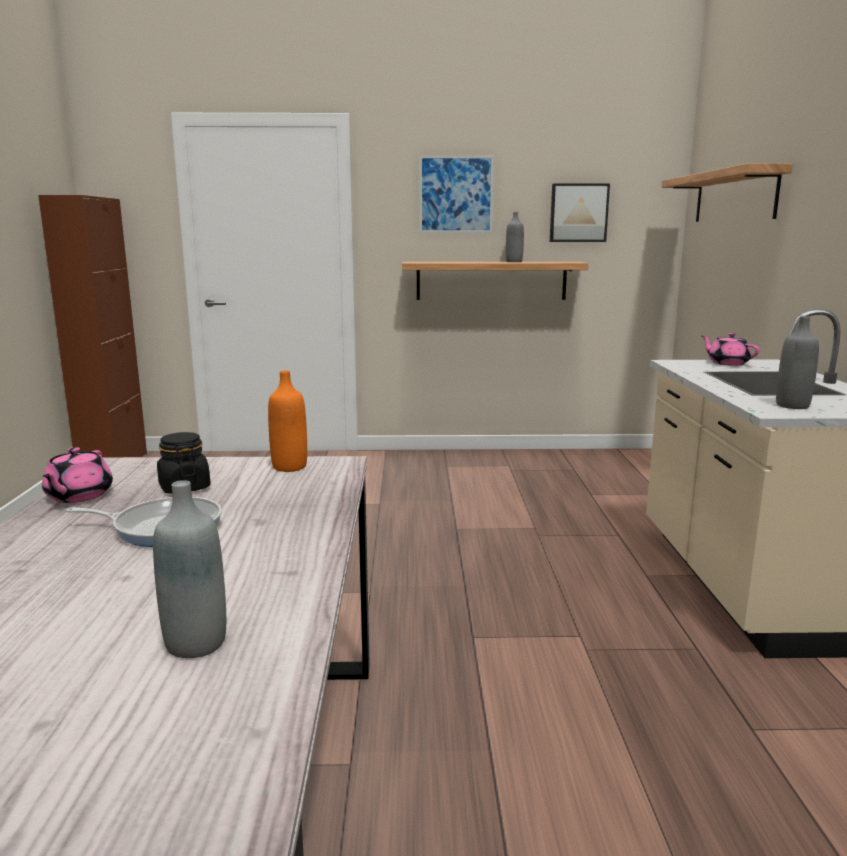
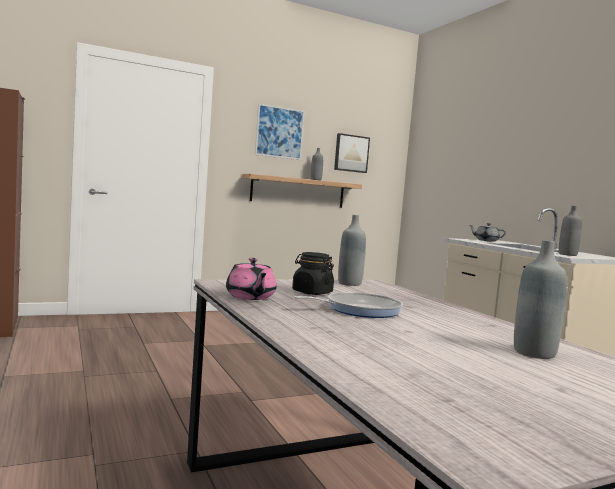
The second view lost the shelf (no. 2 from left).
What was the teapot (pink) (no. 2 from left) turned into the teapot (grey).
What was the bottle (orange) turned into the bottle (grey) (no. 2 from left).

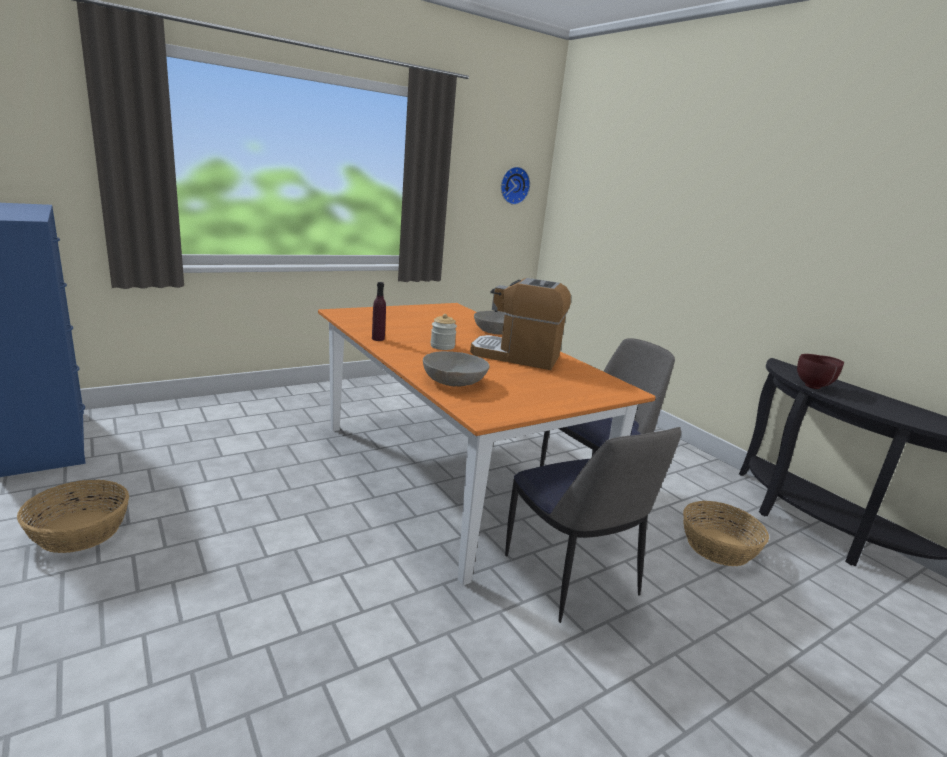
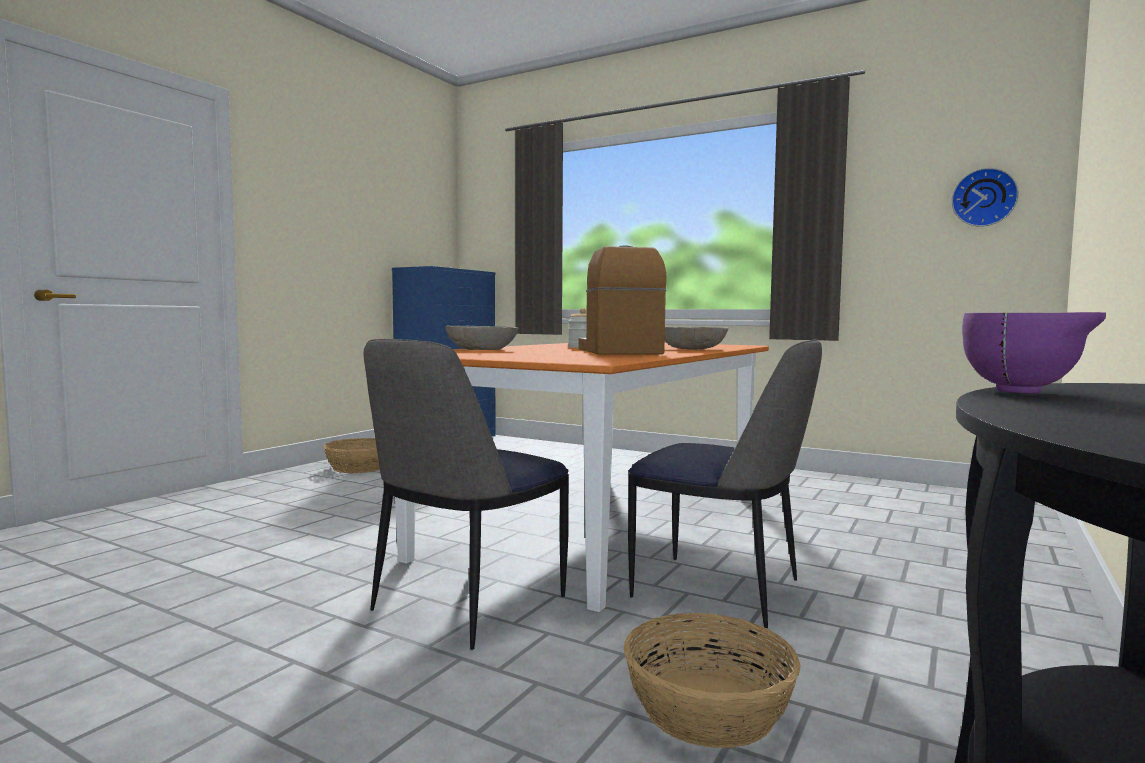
The second view lost the bottle (purple).
What was the bowl (brown) turned into the bowl (purple).

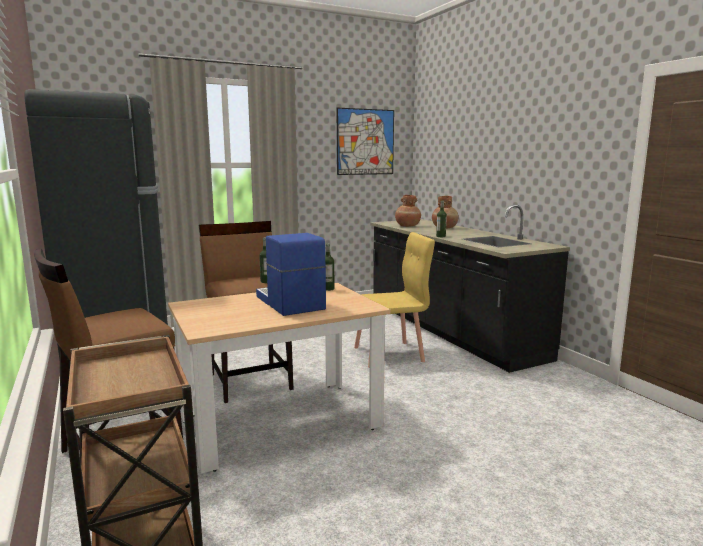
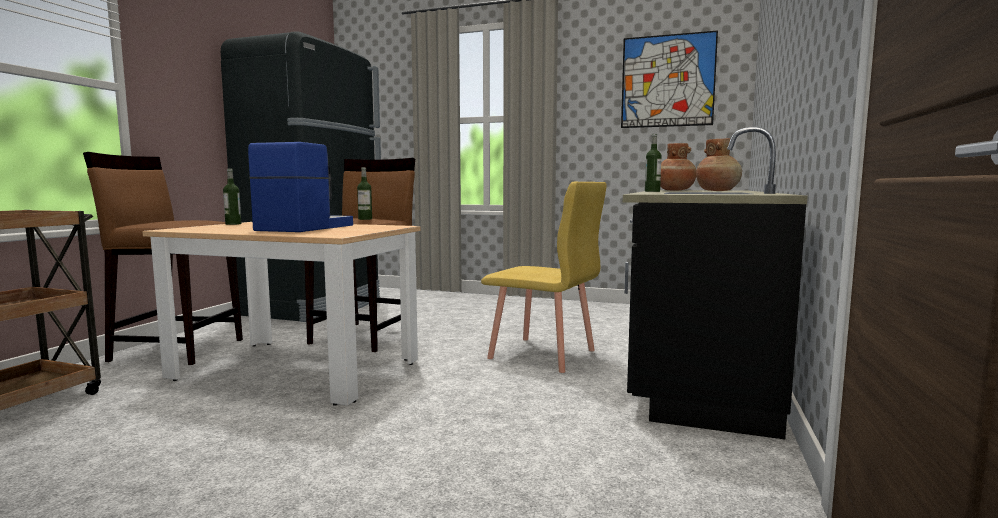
The bottle (no. 2 from left in the first image) ended up elsewhere.

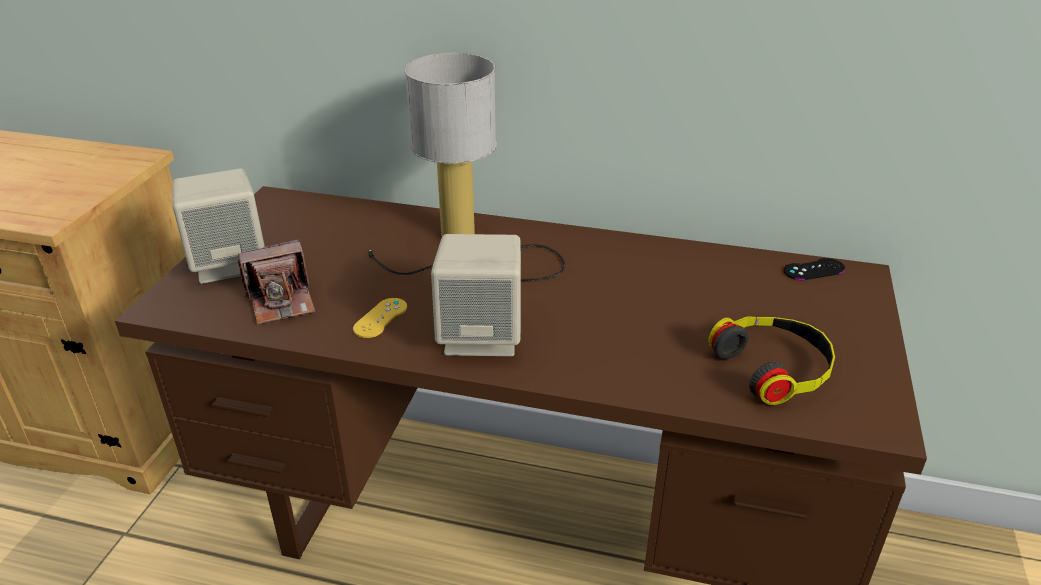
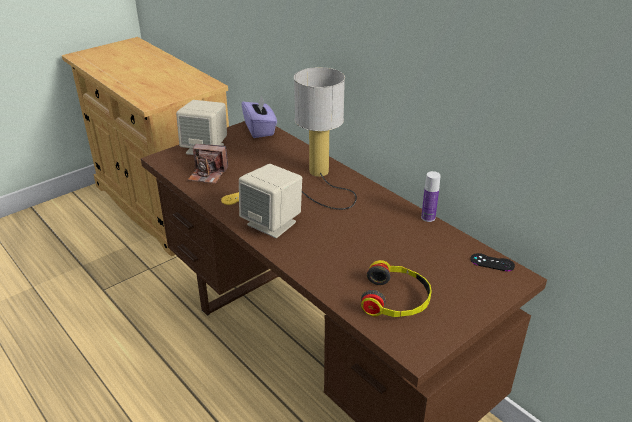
The second view gained the tissue box (purple).
The second view gained the bottle.

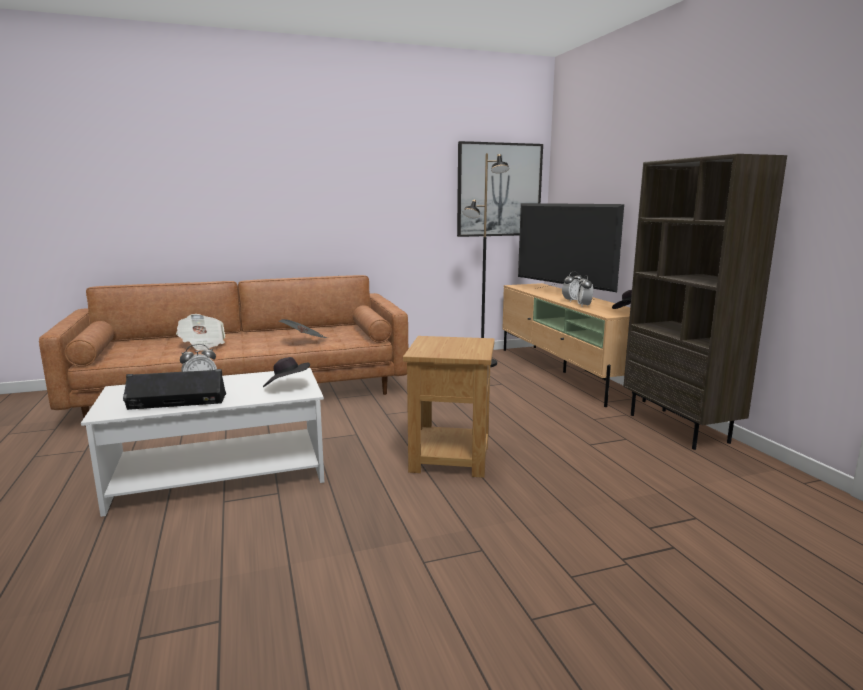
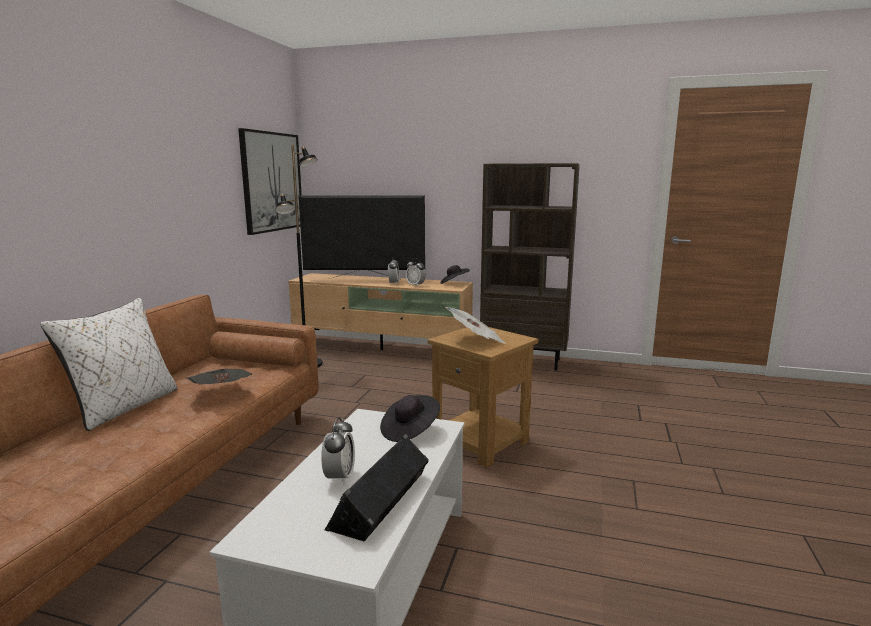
The newspaper (no. 1 from left in the first image) ended up elsewhere.
The second view gained the pillow (white).

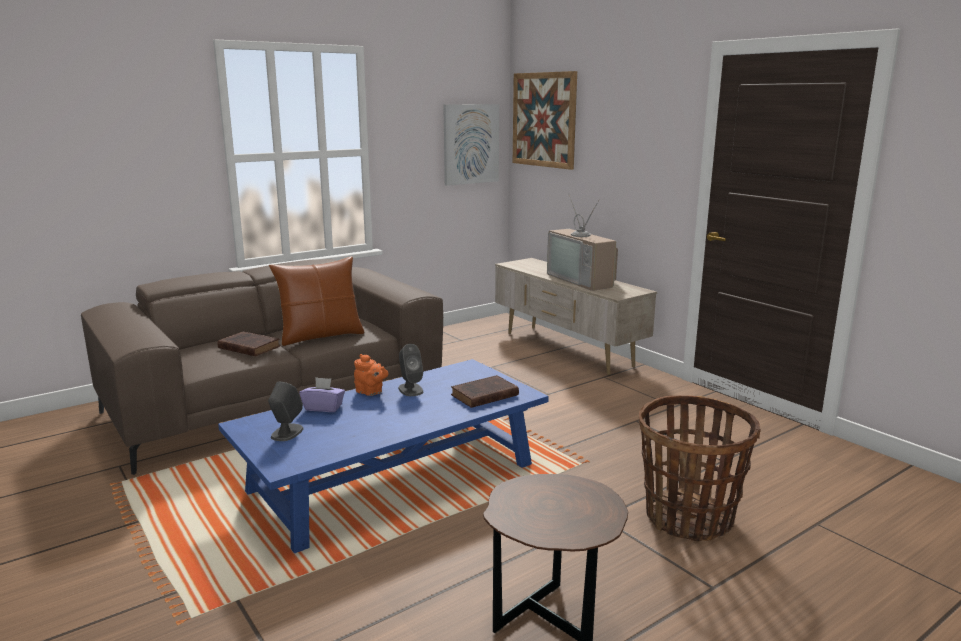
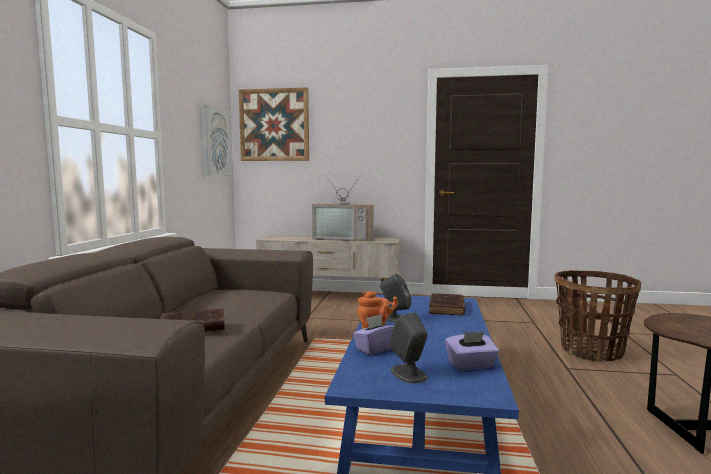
The second view lost the pillow (brown).
The second view gained the tissue box (purple) (no. 2 from left).

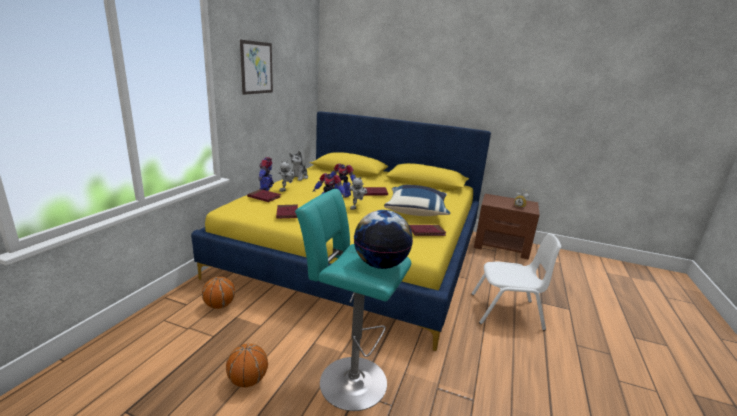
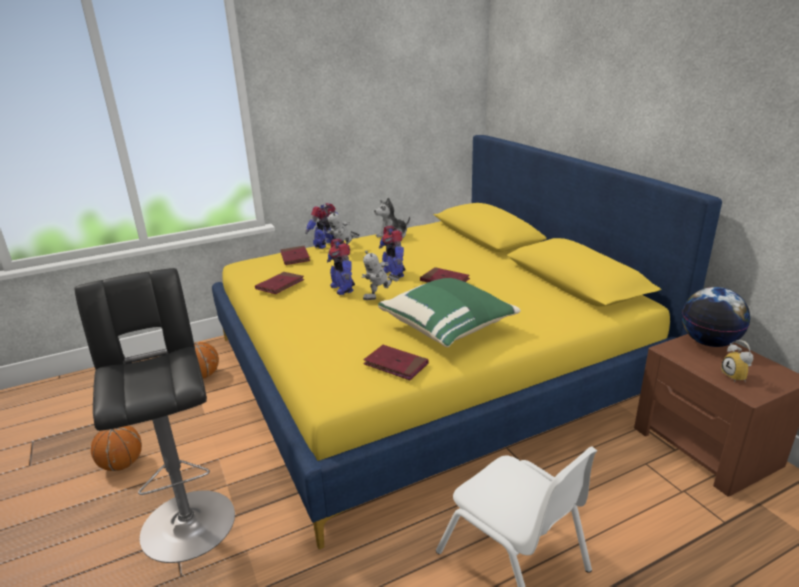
The second view lost the picture.
What was the pillow (blue) turned into the pillow (green).
What was the stool (turquoise) turned into the stool (black).
The globe ended up elsewhere.

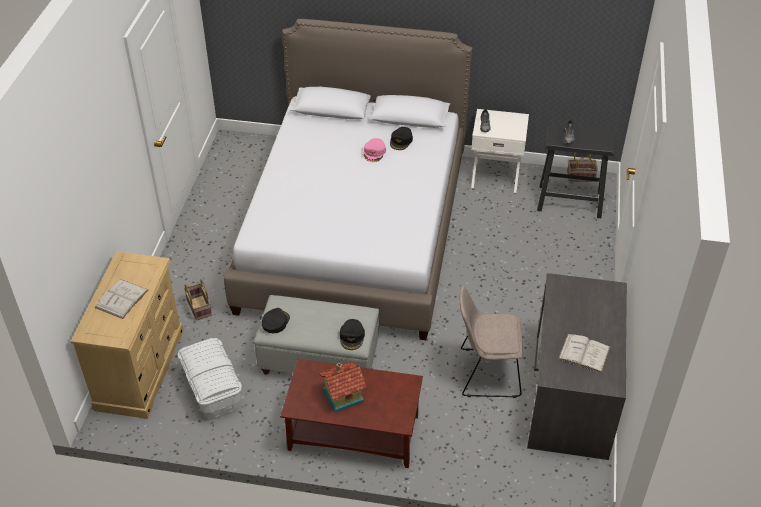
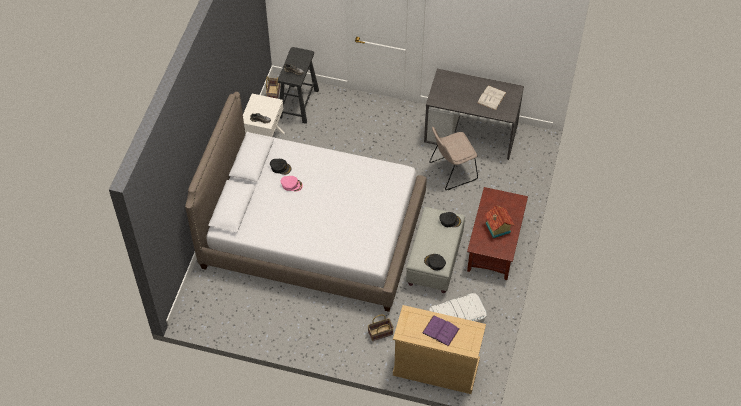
What was the book (white) (no. 1 from left) turned into the book (purple).
The chair (beige) ended up facing another way, 60 degrees clockwise from before.

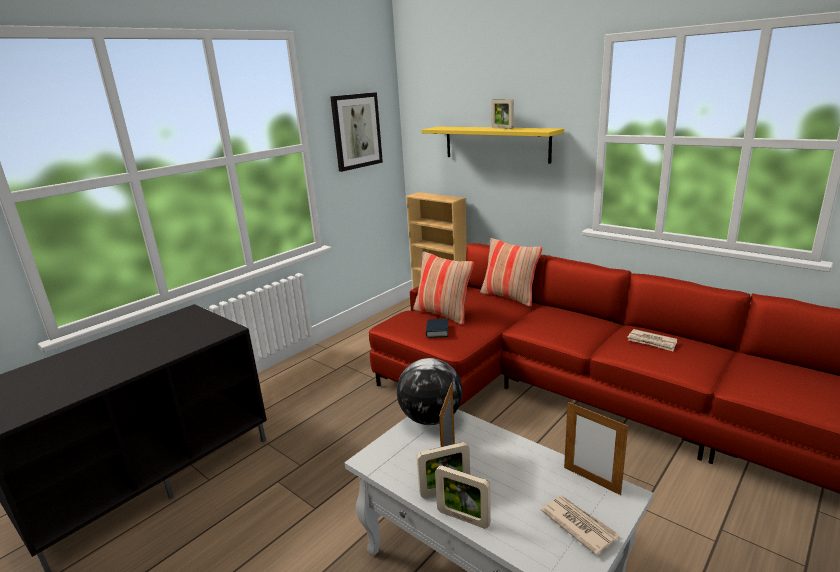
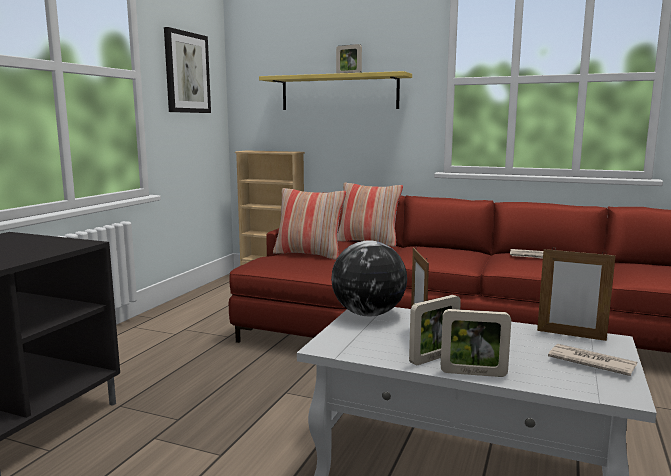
The second view lost the book.

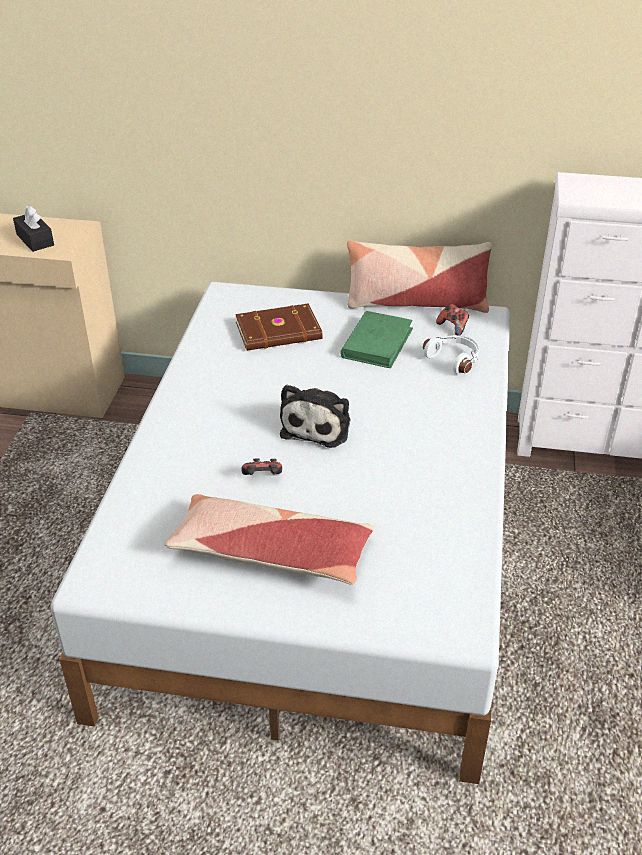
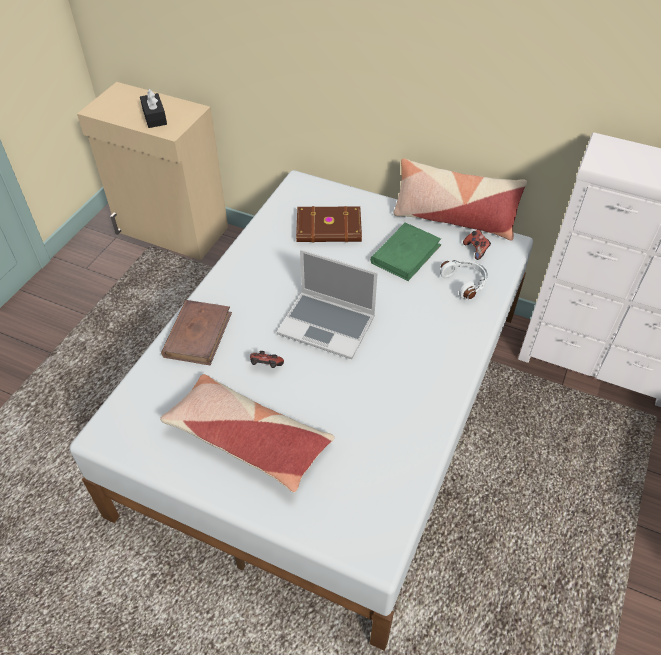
Where the plush toy stood, the laptop came to stand.
The second view gained the book (brown) (no. 1 from left).

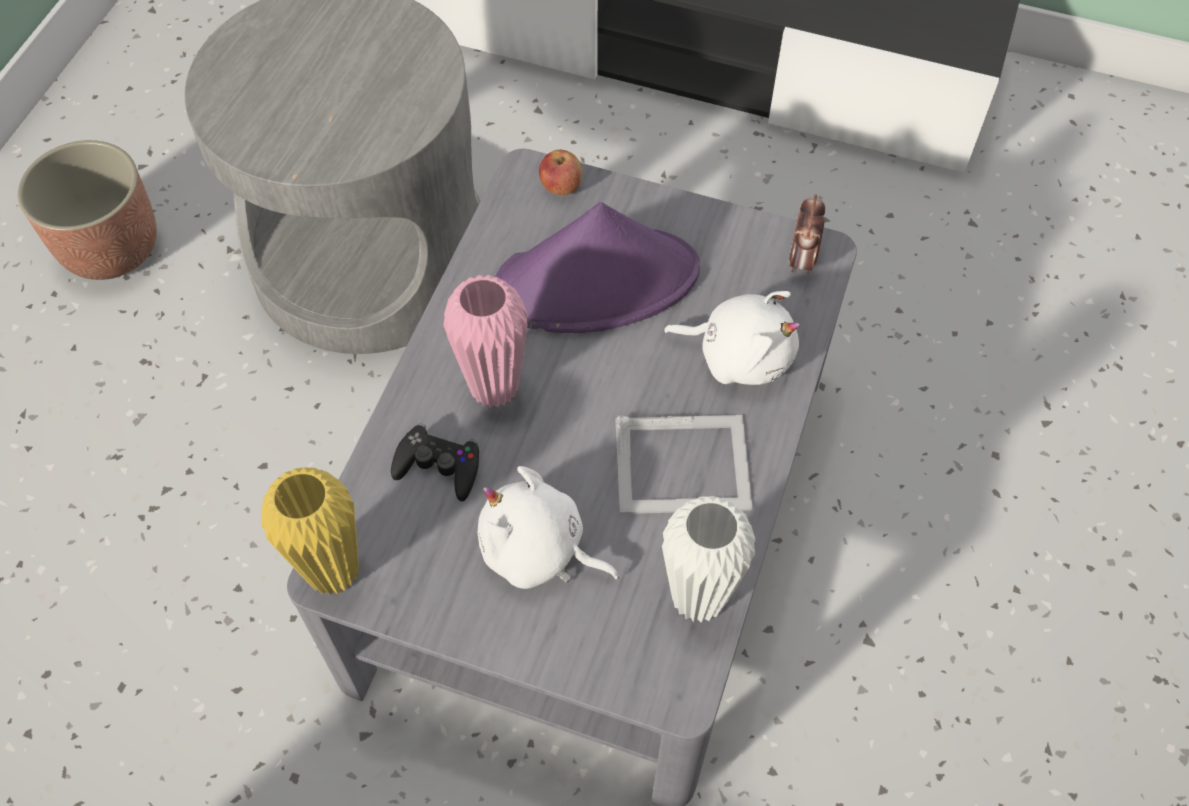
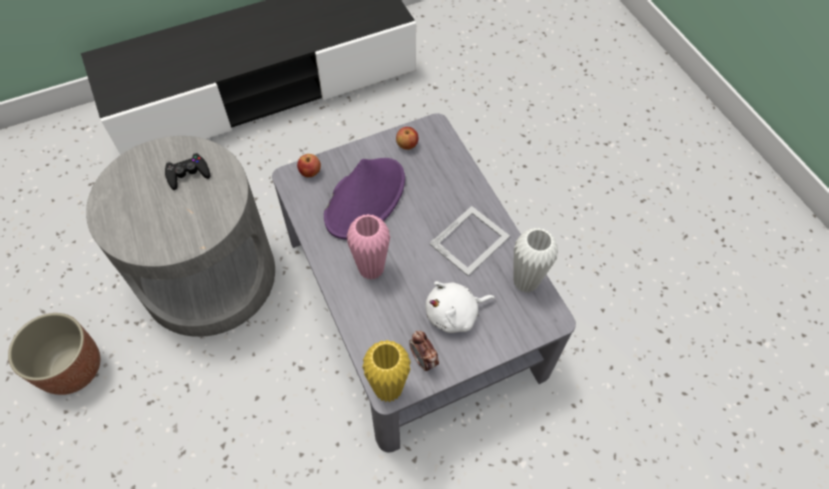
The alarm clock ended up elsewhere.
The second view lost the plush toy (white) (no. 2 from left).
The game controller (black) ended up elsewhere.
The second view gained the apple (no. 2 from left).

